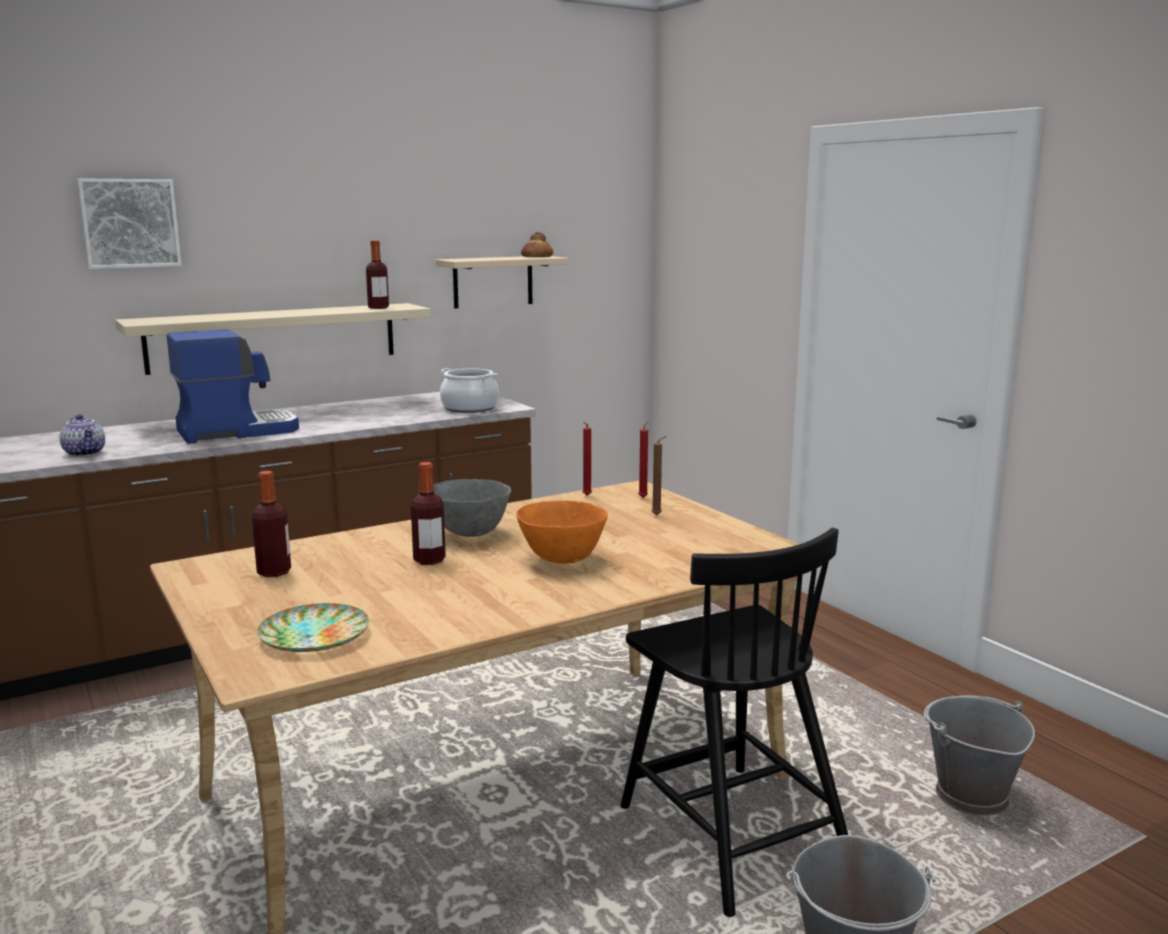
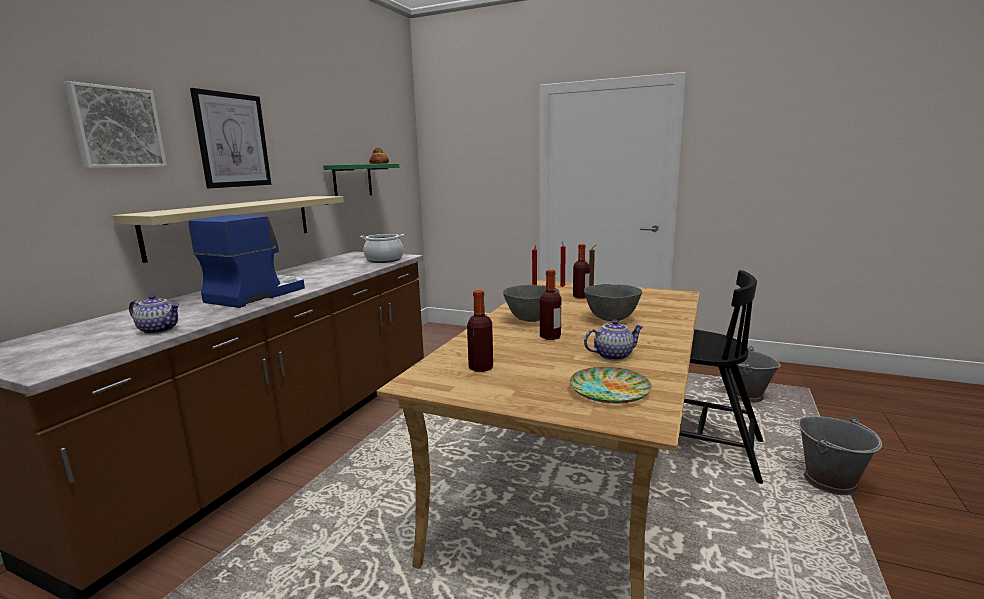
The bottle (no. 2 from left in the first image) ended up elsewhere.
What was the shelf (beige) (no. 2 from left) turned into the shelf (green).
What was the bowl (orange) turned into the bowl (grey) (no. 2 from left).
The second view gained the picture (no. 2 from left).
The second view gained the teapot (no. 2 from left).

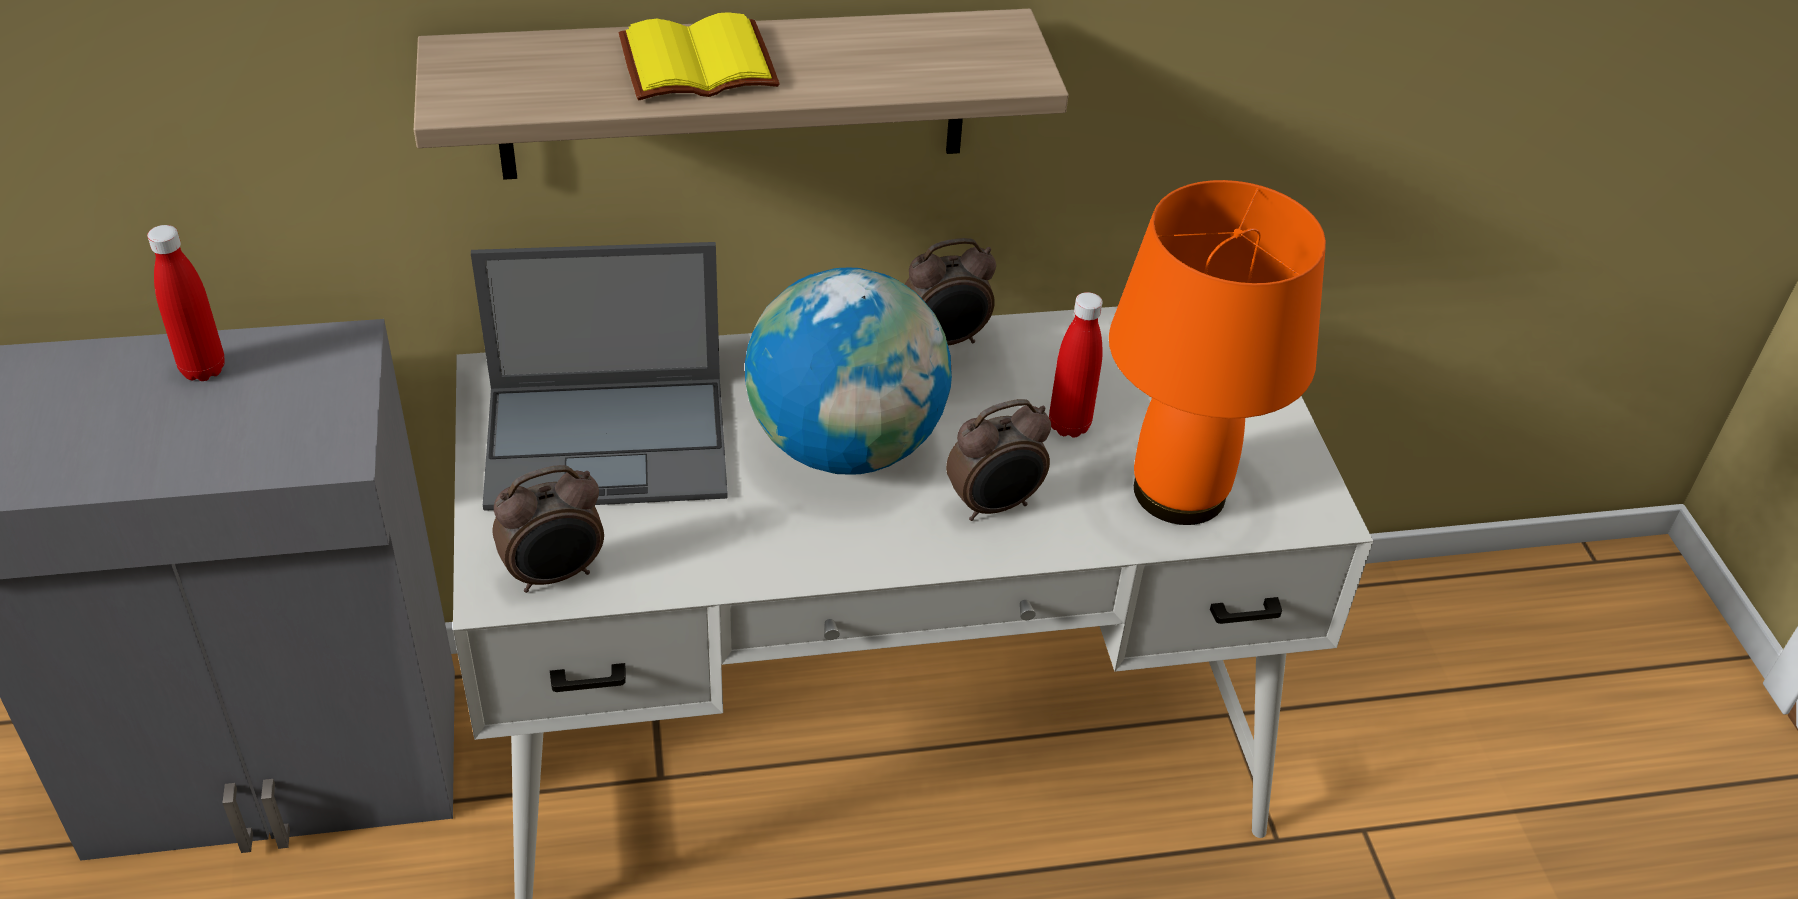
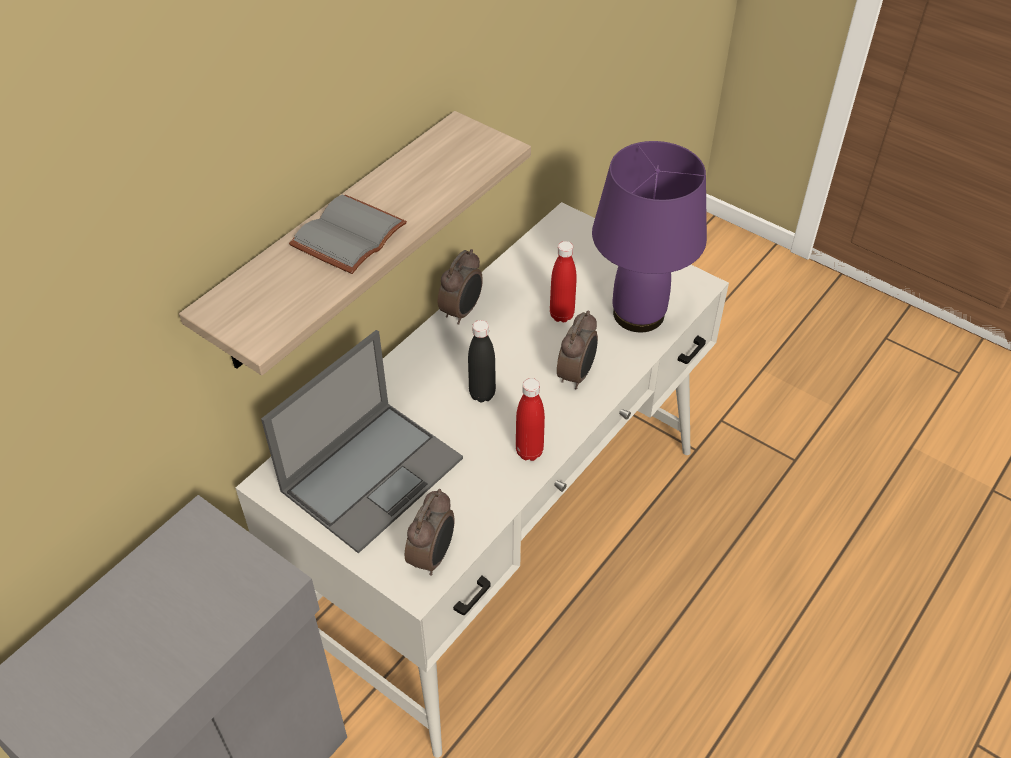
What was the book (yellow) turned into the book (grey).
What was the table lamp (orange) turned into the table lamp (purple).
The bottle (red) (no. 1 from left) ended up elsewhere.
Where the globe stood, the bottle (black) came to stand.

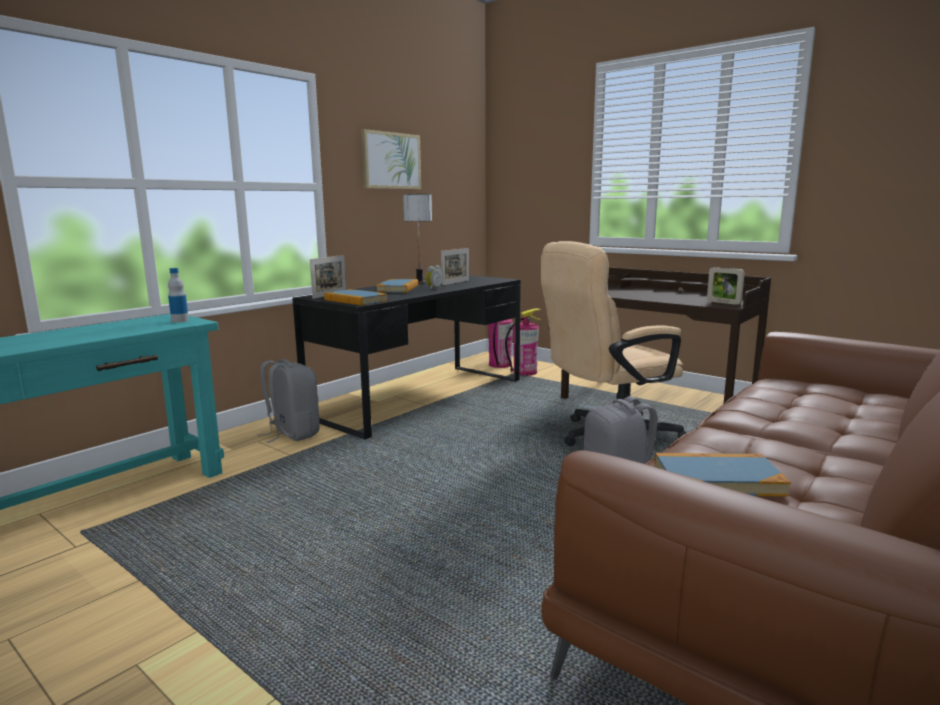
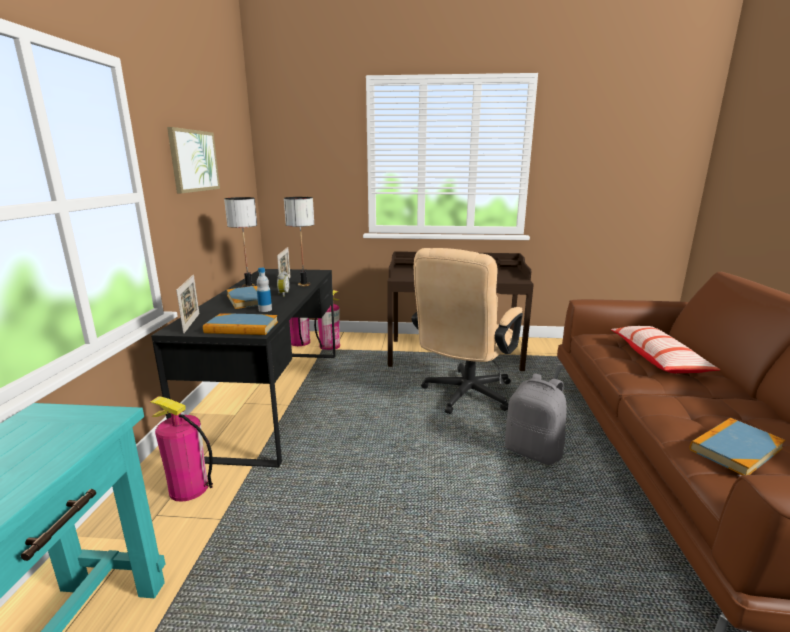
The second view lost the picture frame (no. 3 from left).
The bottle ended up elsewhere.
Where the backpack (grey) (no. 1 from left) stood, the fire extinguisher (no. 1 from left) came to stand.
The second view gained the table lamp (no. 2 from left).
The second view gained the pillow.

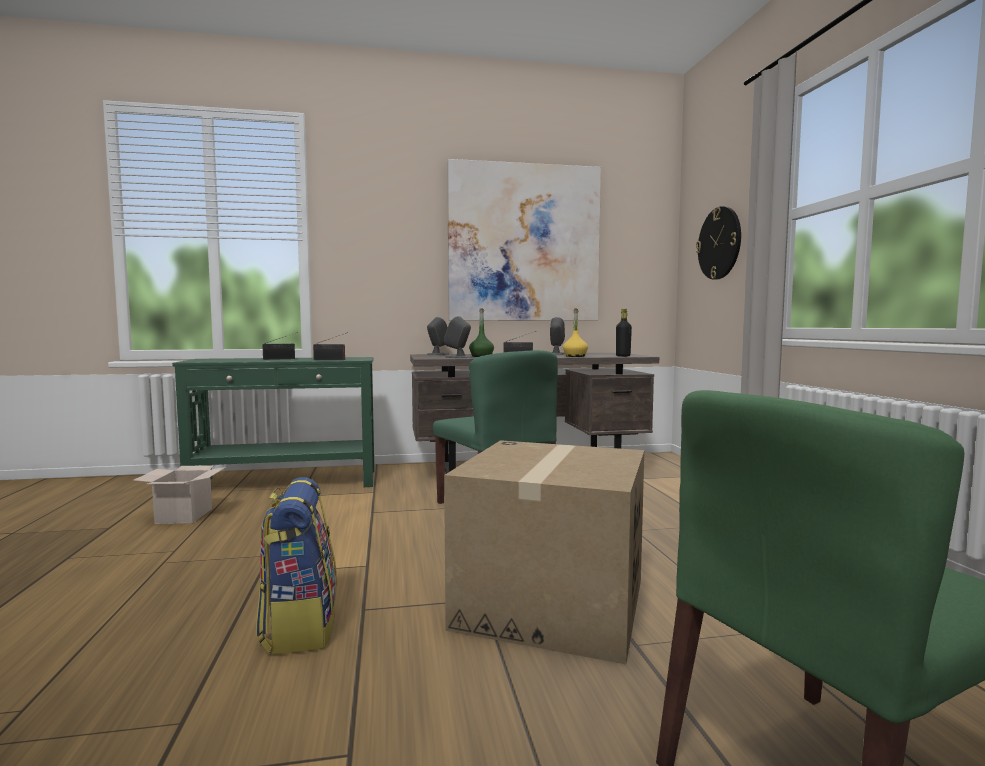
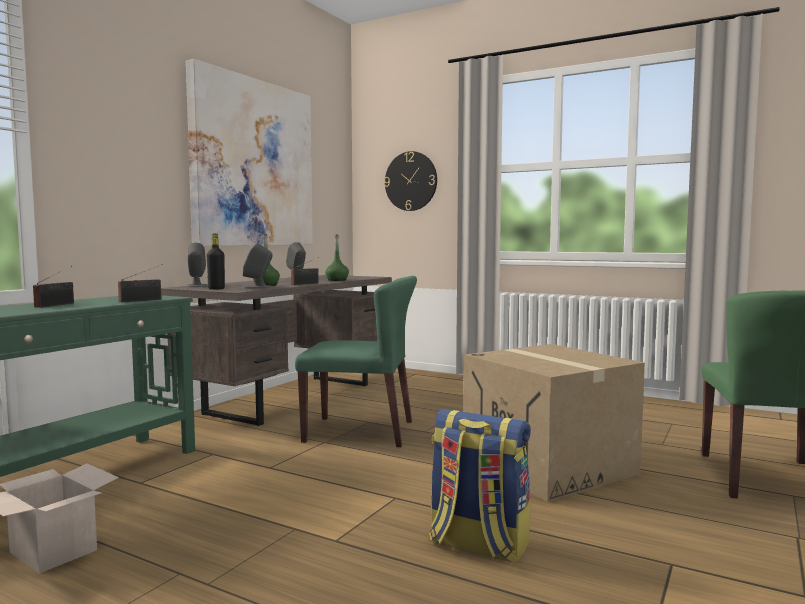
What was the bottle (yellow) turned into the bottle (green) (no. 2 from left).
The bottle (black) ended up elsewhere.

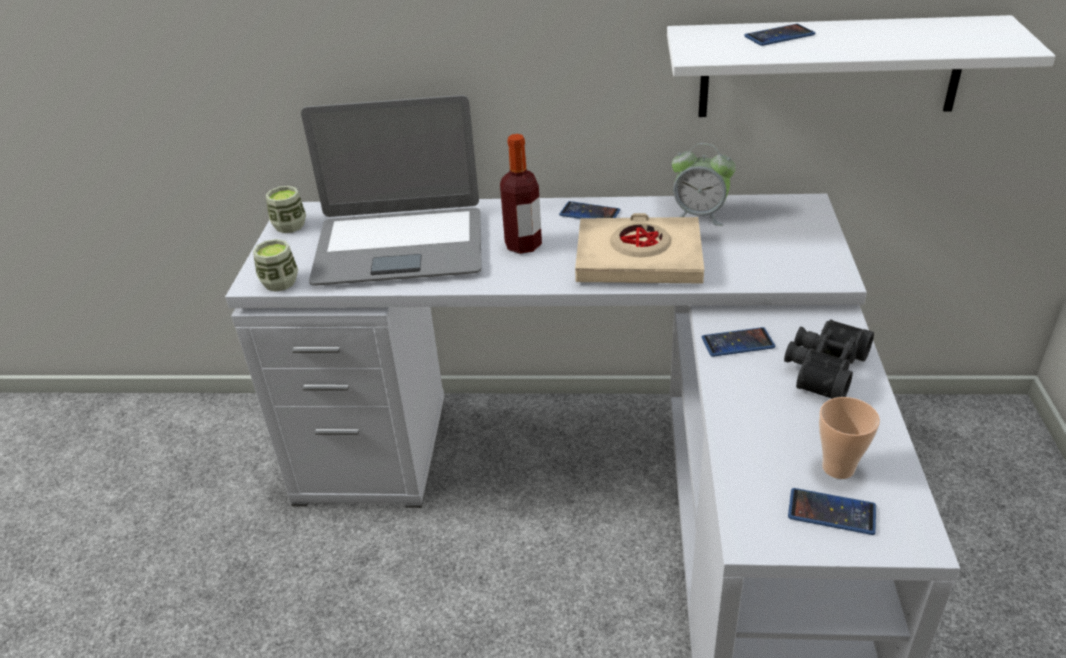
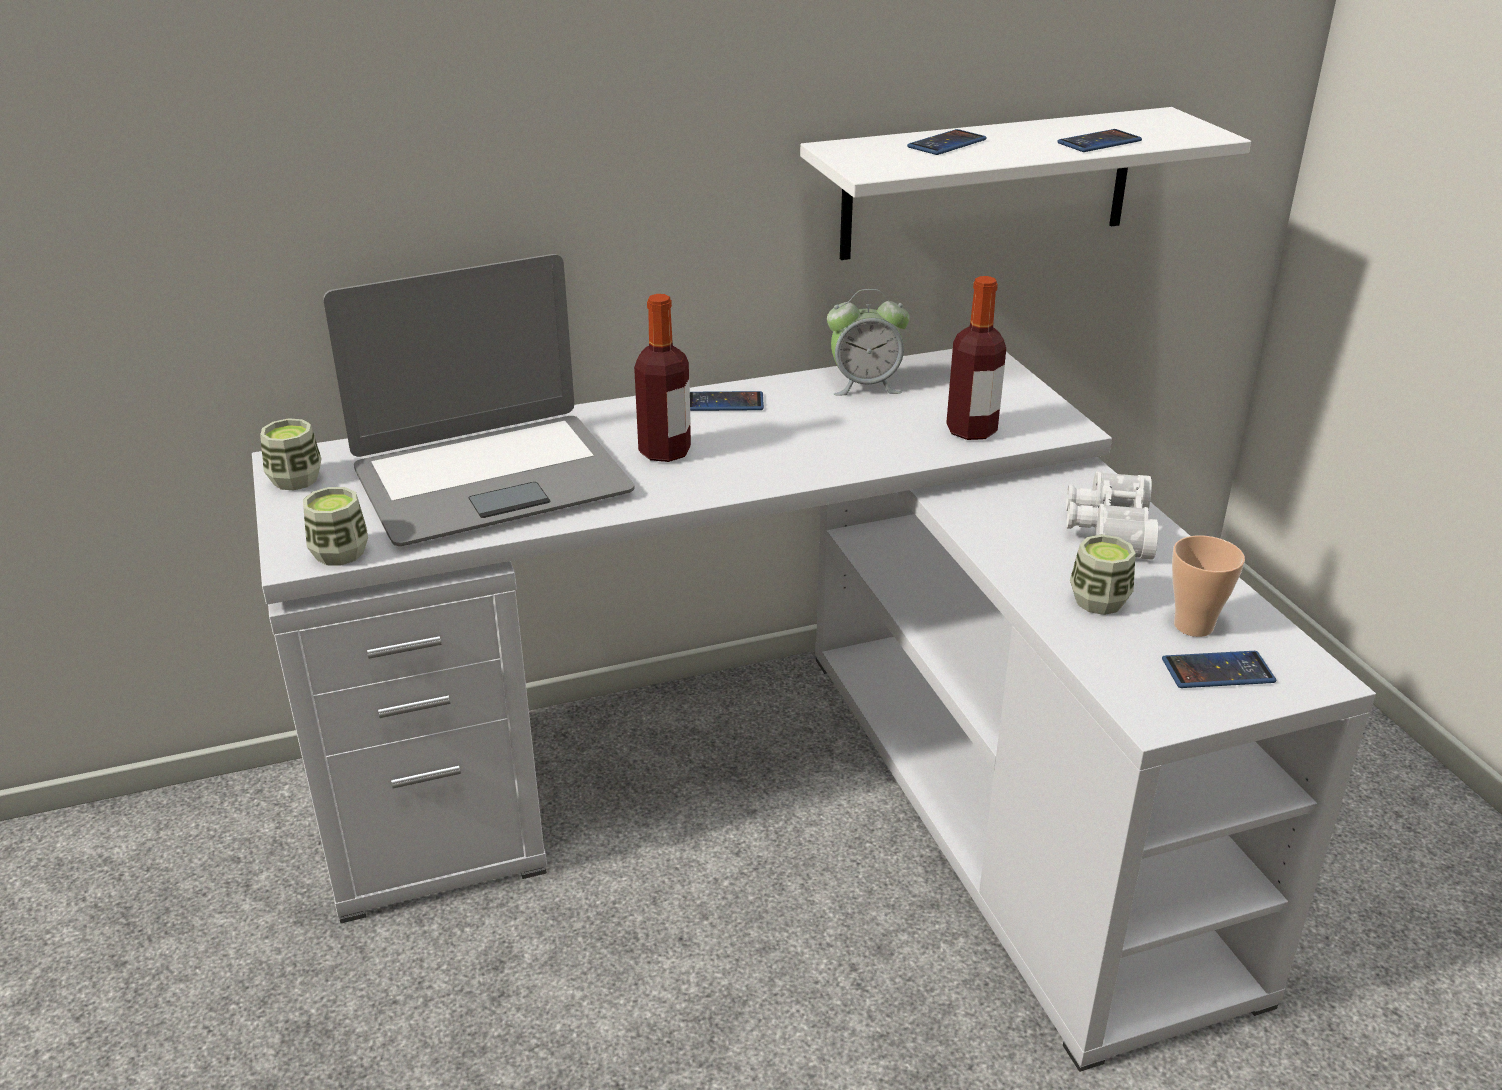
The second view lost the book (beige).
What was the binoculars (black) turned into the binoculars (white).
The phone (no. 2 from left in the first image) ended up elsewhere.
The second view gained the bottle (no. 2 from left).
The second view gained the cup (no. 3 from left).

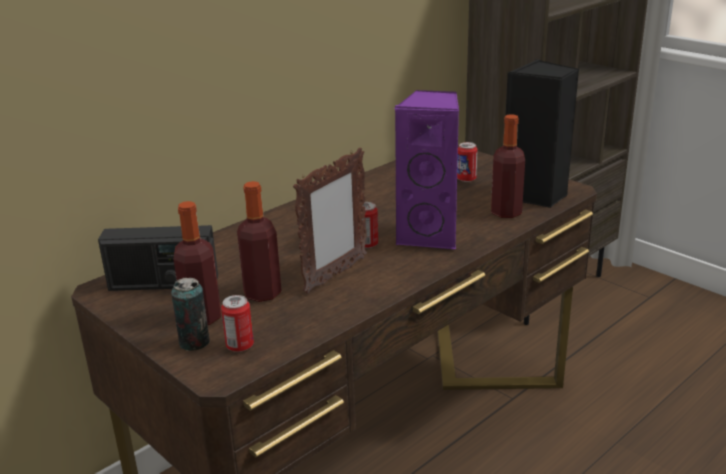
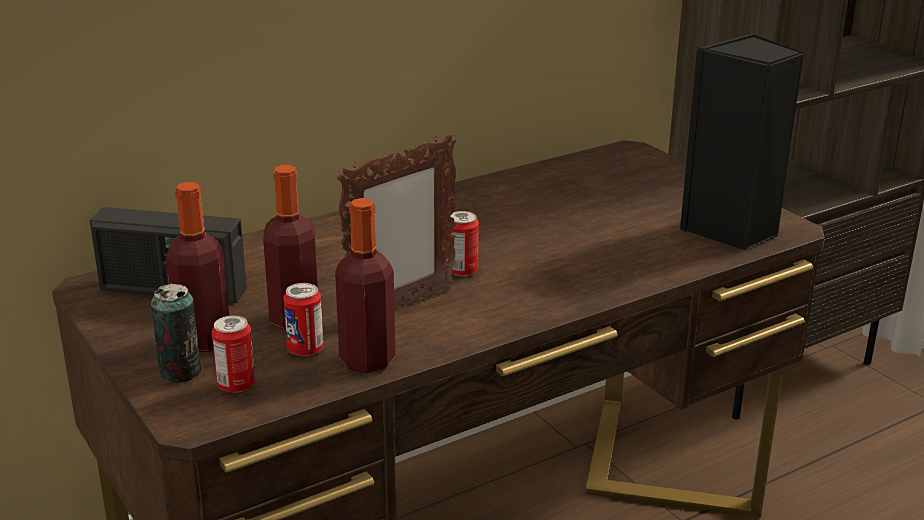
The second view lost the speaker (purple).
The bottle (no. 3 from left) ended up elsewhere.
The can (no. 4 from left in the first image) ended up elsewhere.

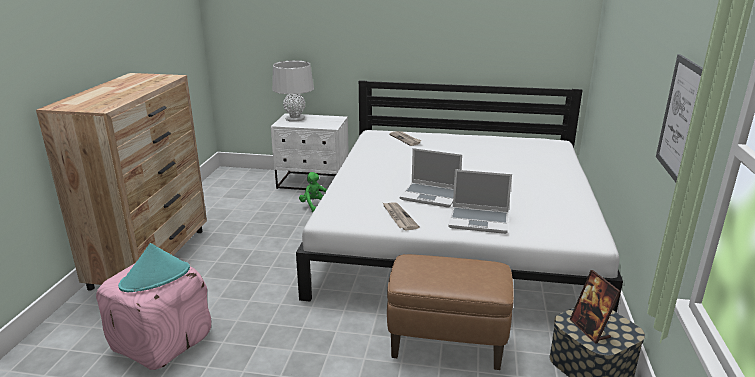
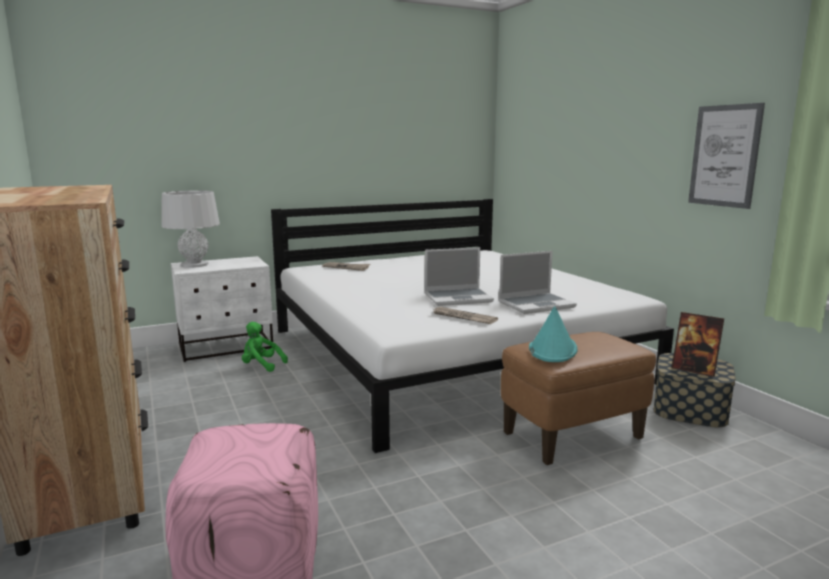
The hat (turquoise) ended up elsewhere.

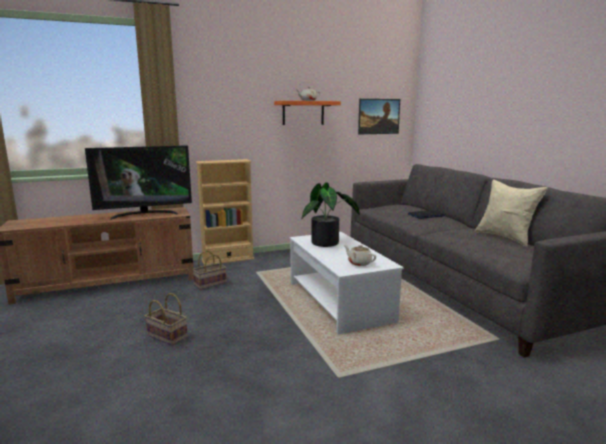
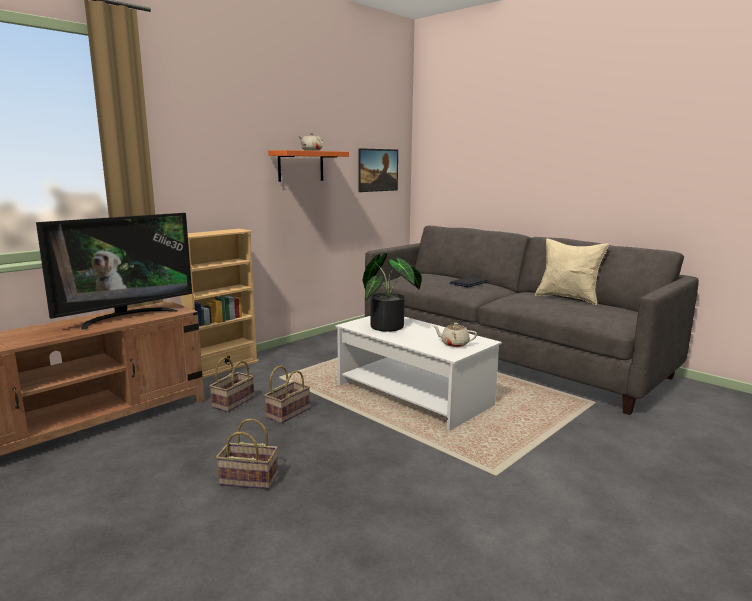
The second view gained the basket (no. 3 from left).

